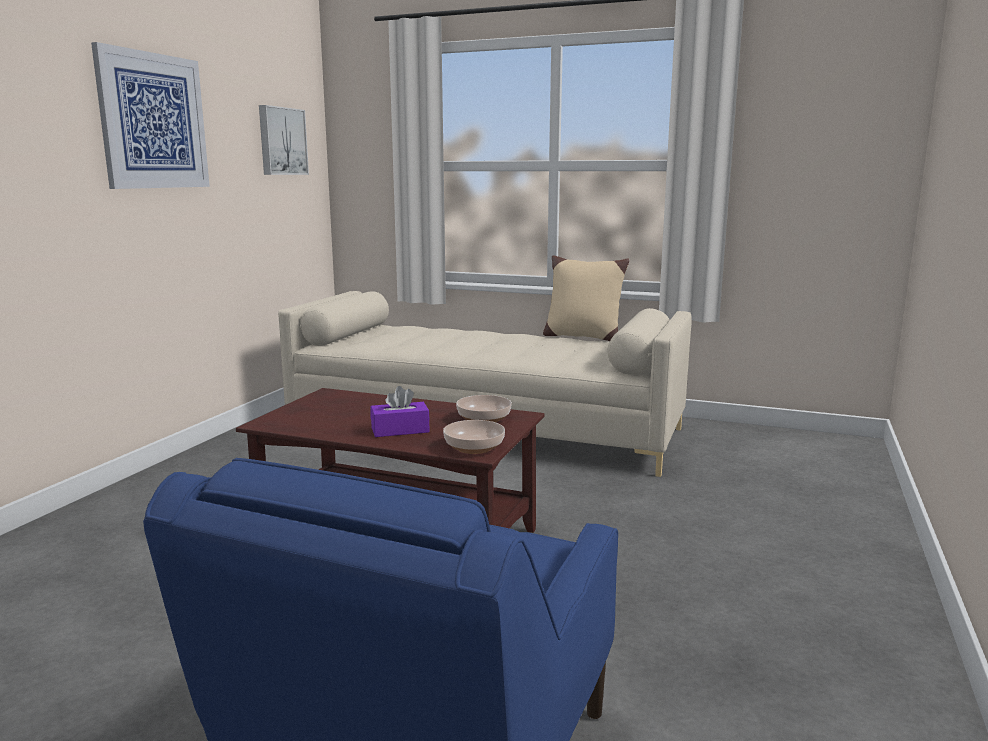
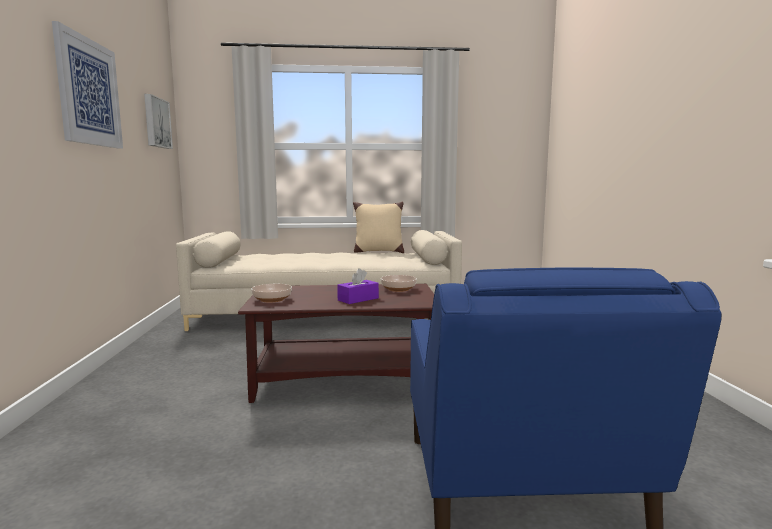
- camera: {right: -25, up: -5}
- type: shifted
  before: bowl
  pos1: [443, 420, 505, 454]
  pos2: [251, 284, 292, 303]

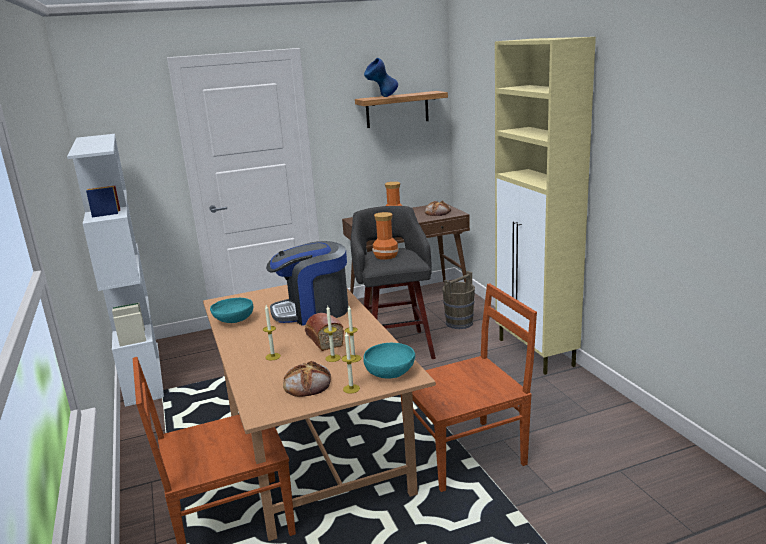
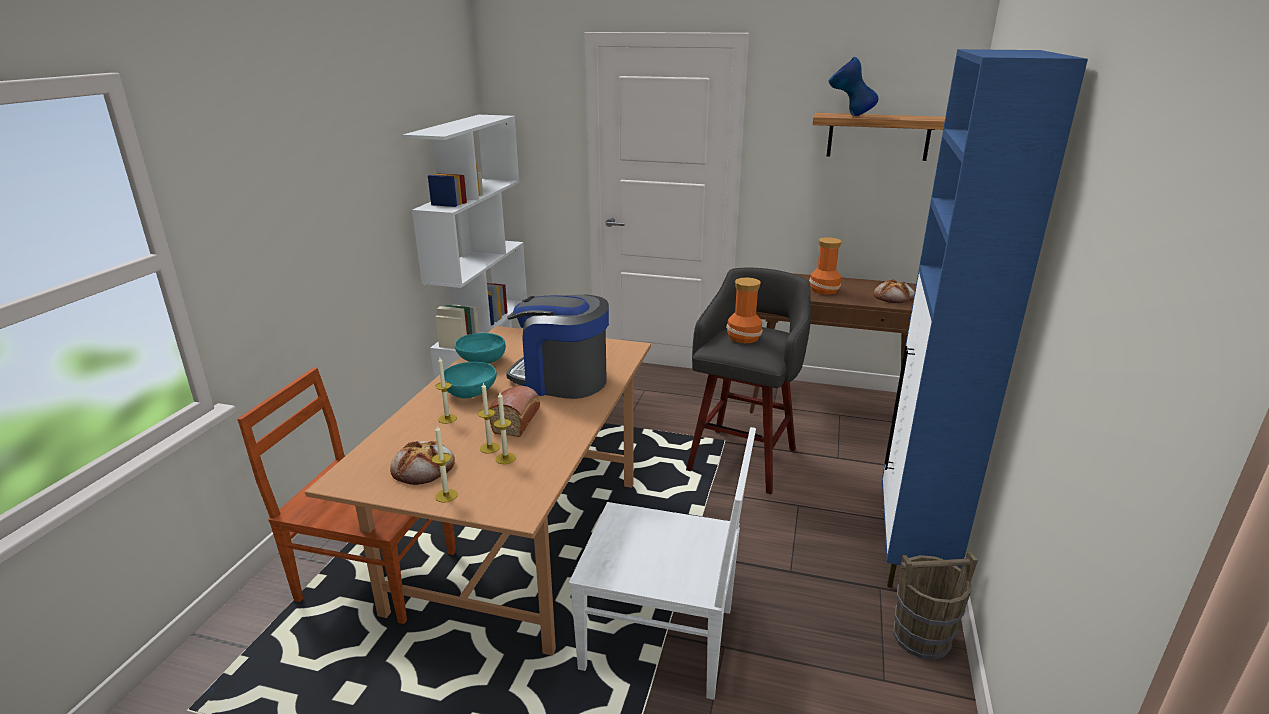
- camera: {right: 35, up: 5}
- type: shifted
  before: turquoise bowl
  pos1: [363, 343, 415, 378]
  pos2: [444, 362, 497, 399]
- type: shifted
  before: brown bucket
  pos1: [442, 271, 475, 329]
  pos2: [893, 551, 978, 660]
- type: repainted
  before: brown chair
  after: white chair
  pos1: [401, 283, 537, 492]
  pos2: [569, 427, 756, 700]
- type: repainted
  before: beige cabinet
  after: blue cabinet
  pos1: [495, 37, 596, 375]
  pos2: [882, 49, 1088, 588]

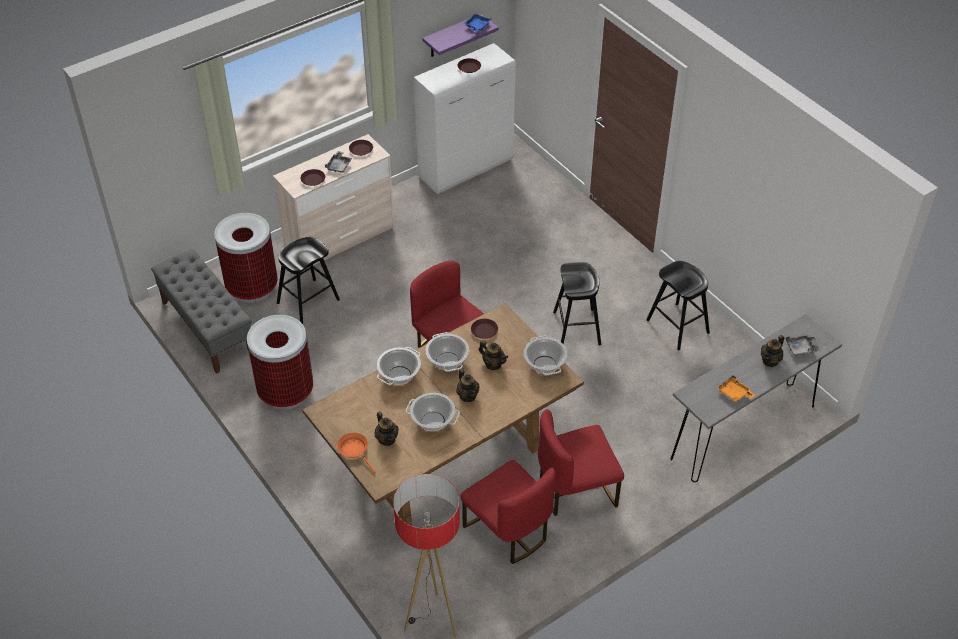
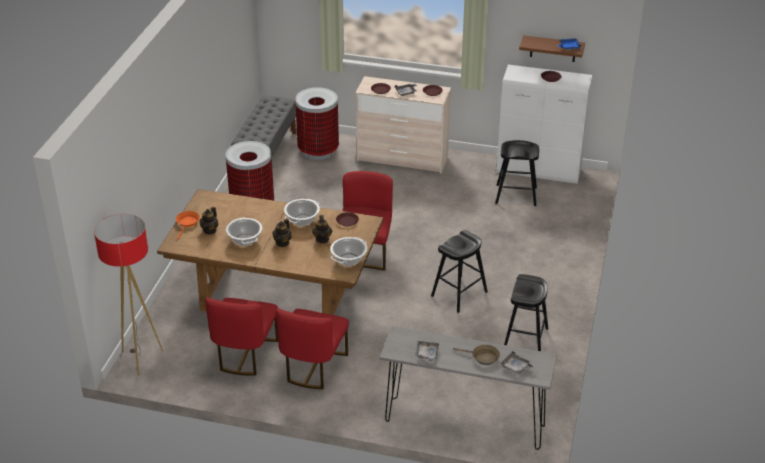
- camera: {right: 50, up: -10}
- type: gone
  before: cooking pot
  pos1: [377, 347, 421, 385]
- type: shifted
  before: black stool
  pos1: [277, 237, 340, 324]
  pos2: [495, 140, 539, 206]
- type: swapped
  before: teapot
  after: brown frying pan
  pos1: [761, 335, 784, 367]
  pos2: [453, 345, 500, 365]
- type: repainted
  before: purple shelf
  after: brown shelf
  pos1: [422, 14, 499, 57]
  pos2: [519, 35, 585, 62]
- type: repainted
  before: orange tray
  after: grey tray
  pos1: [717, 375, 755, 402]
  pos2: [415, 341, 439, 362]
- type: rotated
  before: red chair
  pos1: [538, 409, 624, 516]
  pos2: [276, 308, 349, 389]
  turn: -105

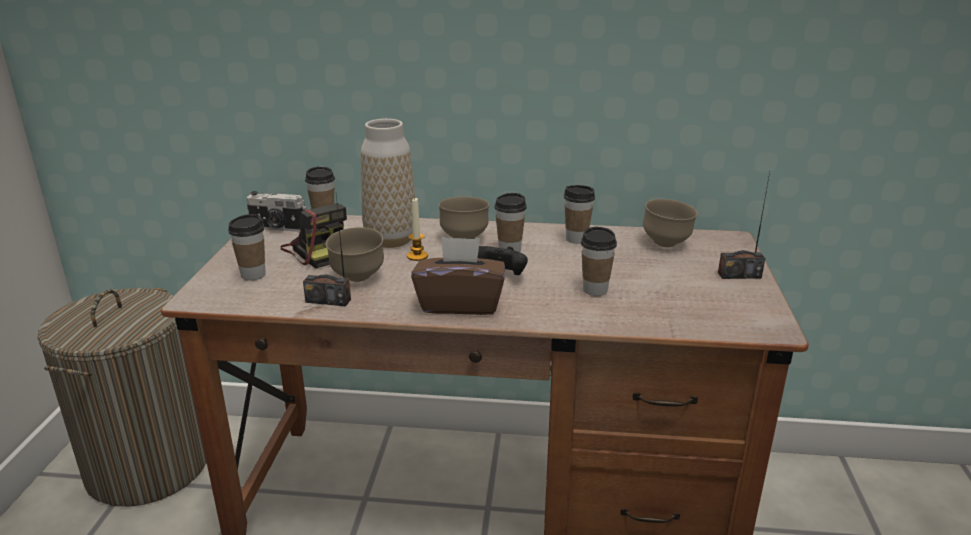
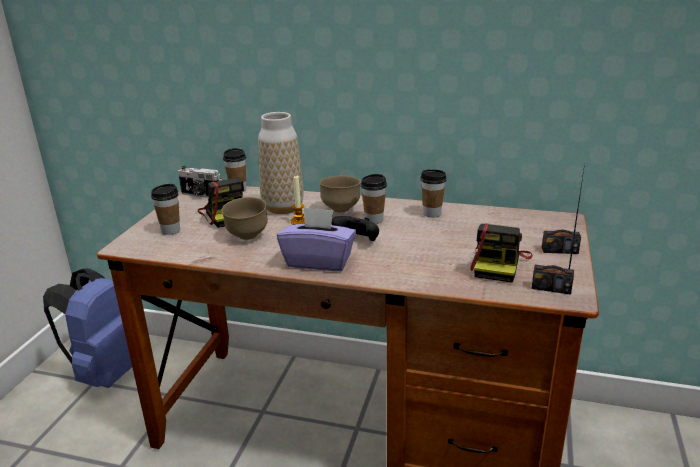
- camera: {right: 10, up: 0}
- type: gone
  before: cup
  pos1: [581, 227, 617, 296]
- type: gone
  before: brown bowl
  pos1: [643, 199, 698, 247]
- type: new
  after: photo camera
  pos2: [470, 223, 533, 283]
- type: shifted
  before: radio
  pos1: [303, 196, 351, 306]
  pos2: [532, 199, 580, 295]
- type: swapped
  before: laundry basket
  after: blue backpack
  pos1: [37, 288, 207, 507]
  pos2: [43, 268, 132, 388]
- type: repainted
  before: brown tissue box
  after: purple tissue box
  pos1: [411, 237, 505, 315]
  pos2: [277, 207, 356, 271]

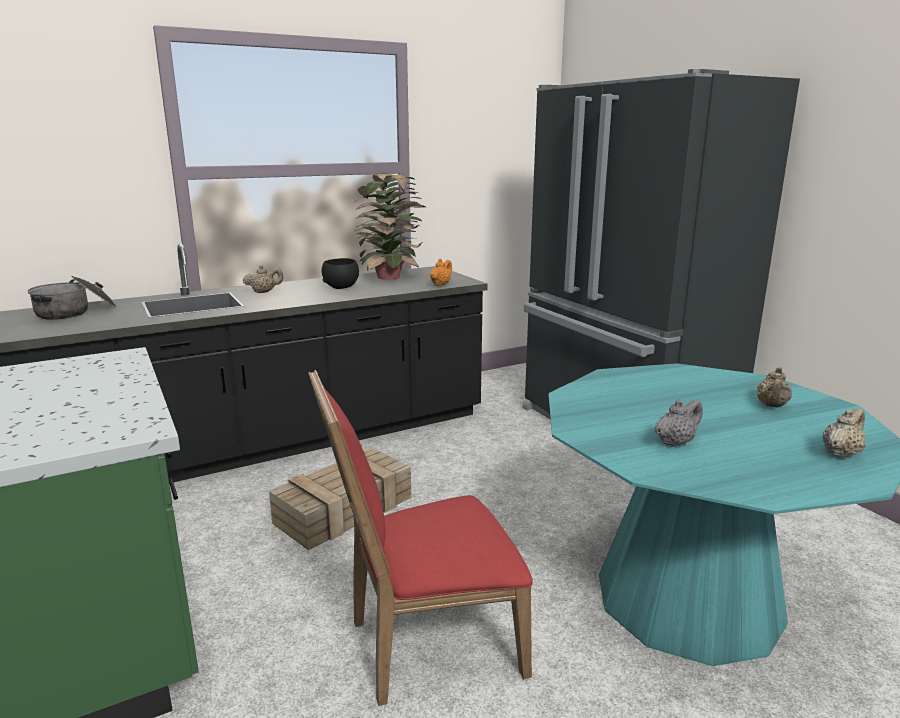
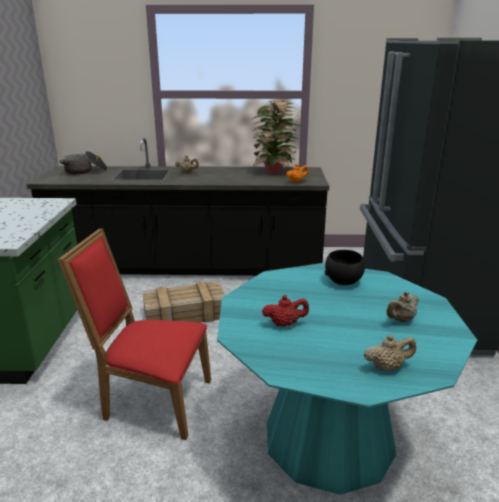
- camera: {right: 30, up: 5}
- type: shifted
  before: black bowl
  pos1: [321, 258, 359, 289]
  pos2: [325, 250, 365, 285]
- type: repainted
  before: grey teapot
  after: red teapot
  pos1: [654, 399, 702, 447]
  pos2: [262, 295, 309, 327]

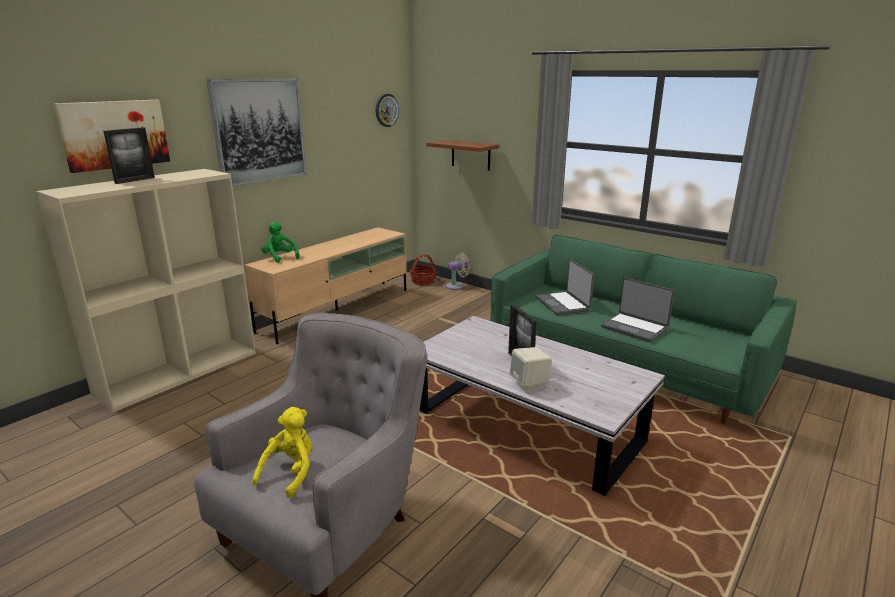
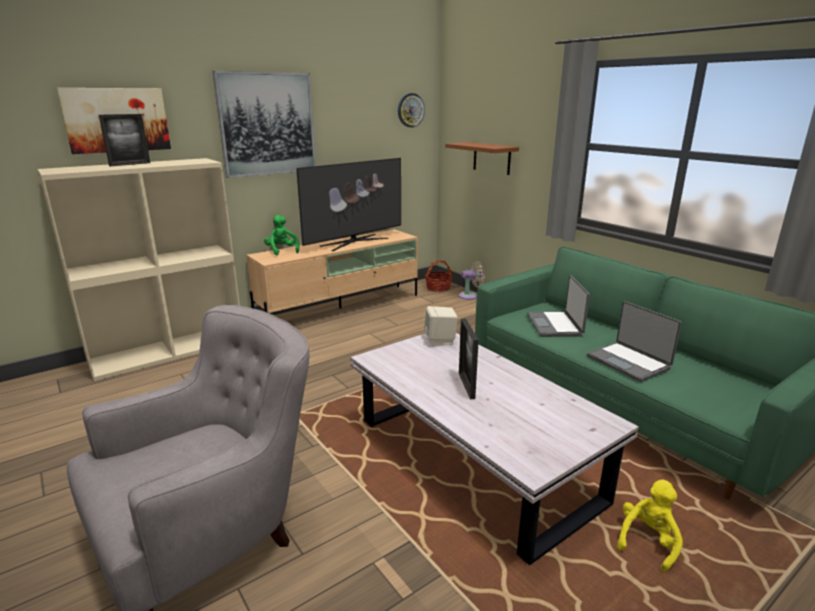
- camera: {right: 15, up: 0}
- type: new
  after: television
  pos2: [296, 158, 401, 251]
- type: shifted
  before: yellow plush toy
  pos1: [252, 407, 312, 498]
  pos2: [617, 480, 683, 572]
- type: shifted
  before: beige speaker
  pos1: [509, 347, 552, 393]
  pos2: [424, 306, 458, 346]

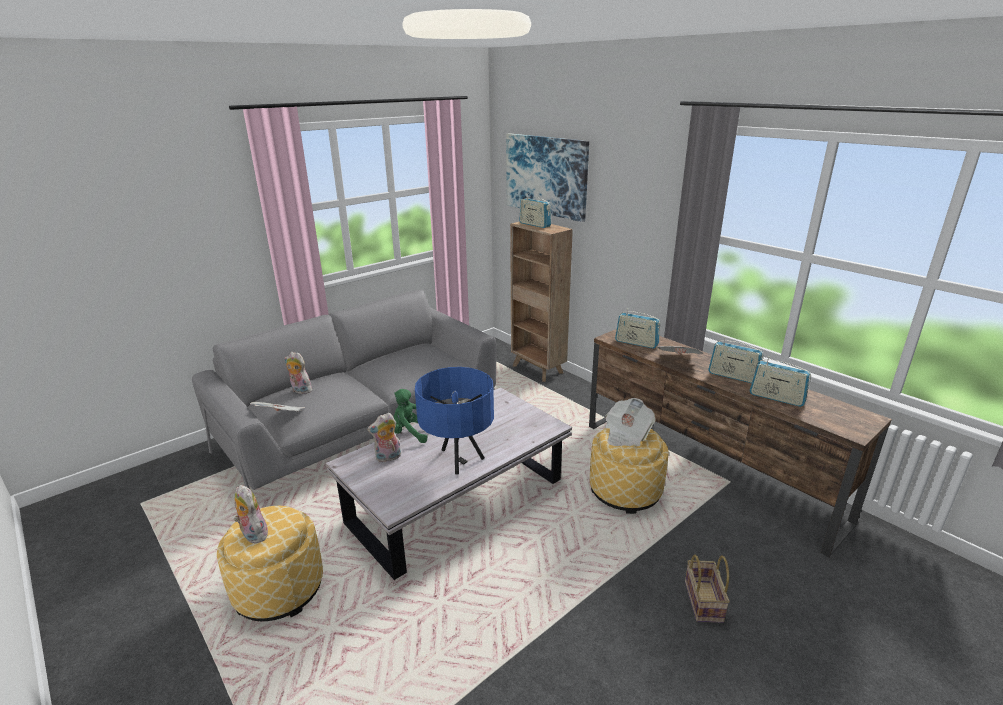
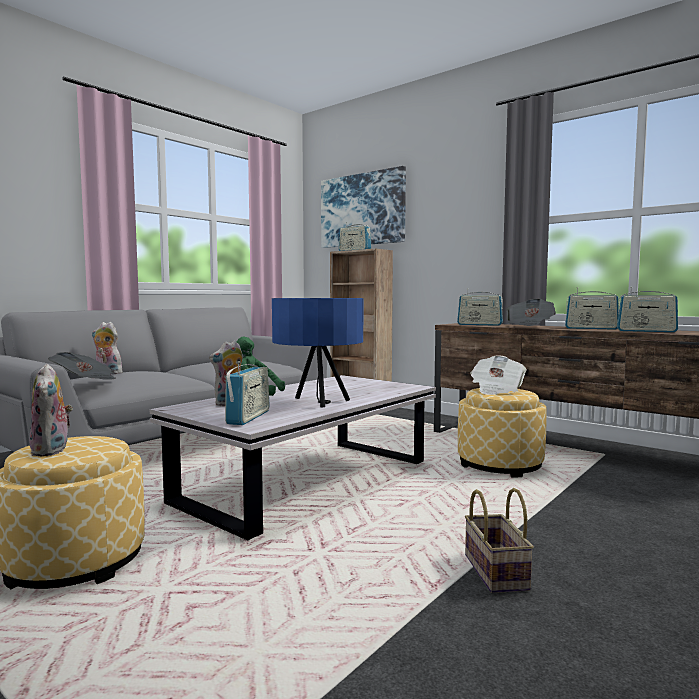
- camera: {right: -10, up: -20}
- type: new
  after: radio
  pos2: [225, 361, 269, 425]
- type: shifted
  before: basket
  pos1: [685, 555, 730, 623]
  pos2: [465, 488, 534, 593]
- type: rotated
  before: plush toy
  pos1: [234, 485, 268, 543]
  pos2: [30, 364, 73, 456]
  turn: -150

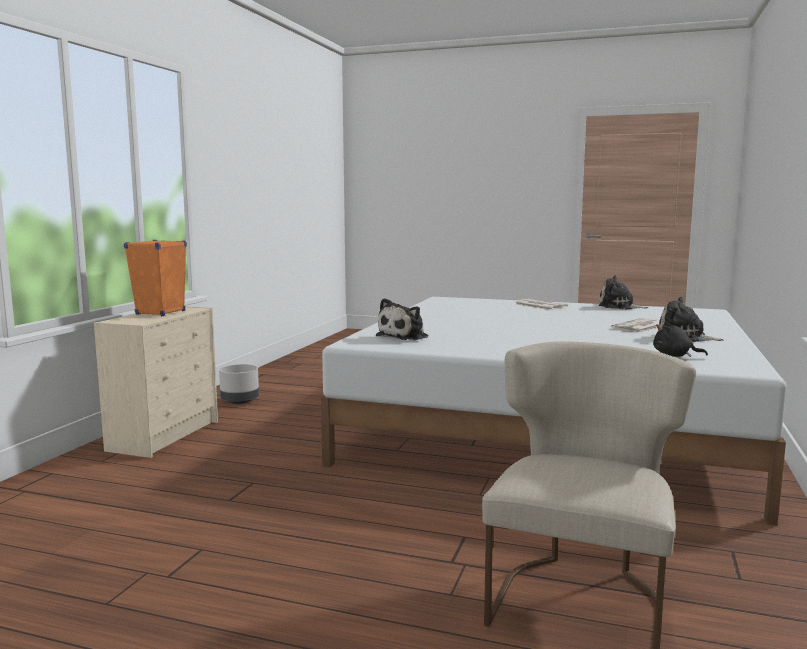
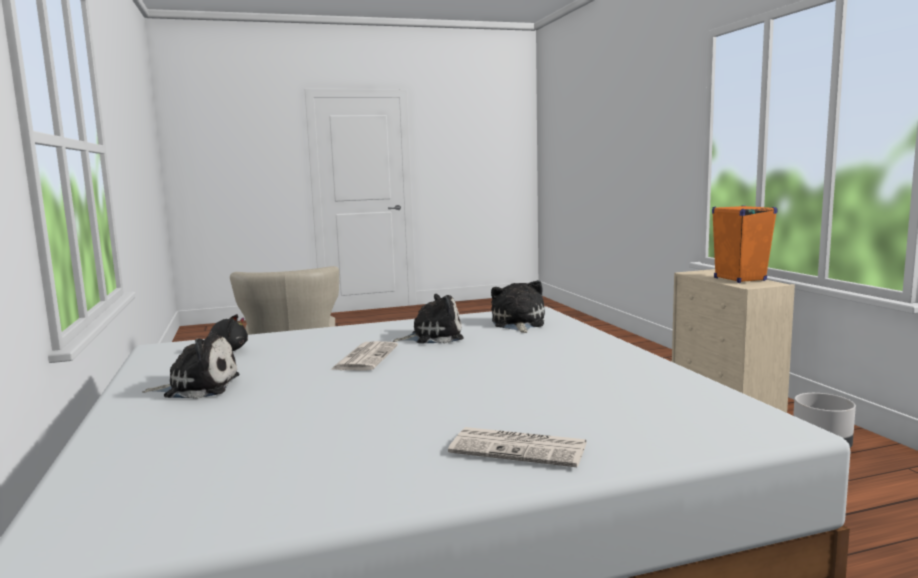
- camera: {right: 145, up: 0}
- type: shifted
  before: plush toy
  pos1: [599, 276, 648, 309]
  pos2: [393, 294, 464, 343]
- type: shifted
  before: newspaper
  pos1: [611, 318, 660, 333]
  pos2: [331, 341, 398, 371]

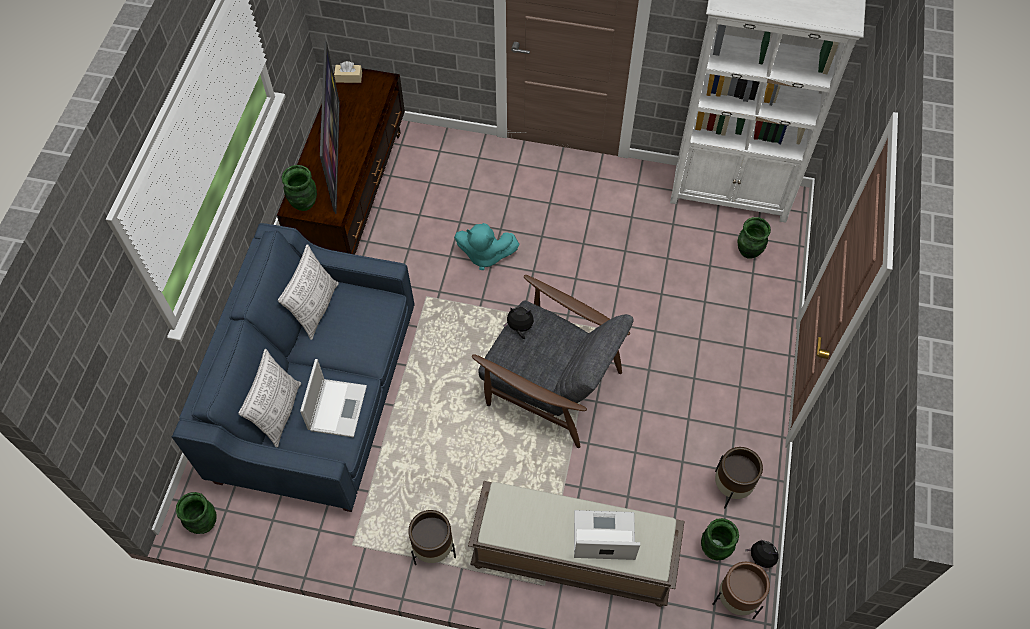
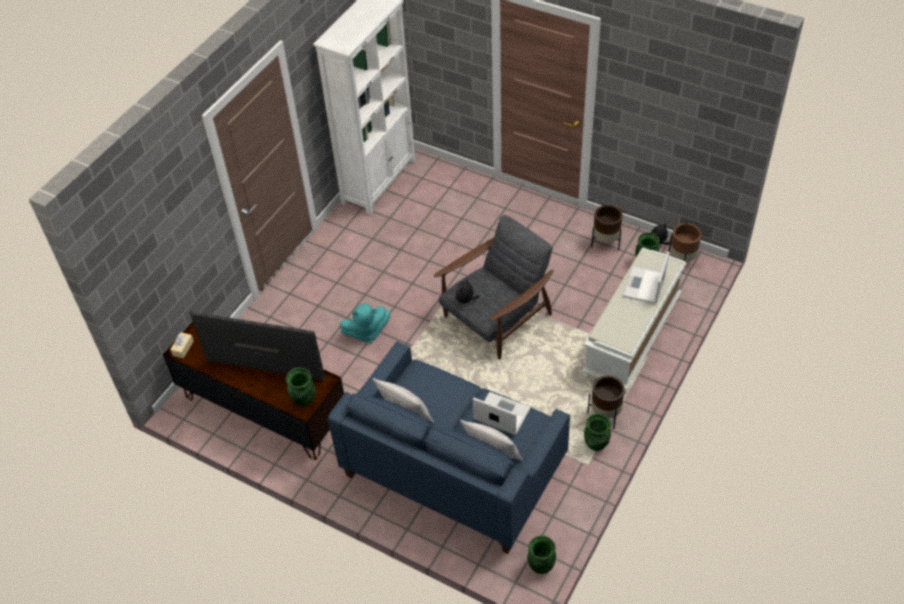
- camera: {right: -70, up: -10}
- type: shifted
  before: green vase
  pos1: [738, 217, 771, 259]
  pos2: [584, 414, 611, 451]
- type: repainted
  before: brown bench
  after: white bench
  pos1: [468, 481, 685, 607]
  pos2: [582, 247, 687, 393]
- type: rotated
  before: turquoise plush toy
  pos1: [454, 223, 519, 270]
  pos2: [340, 304, 391, 344]
  turn: 45

